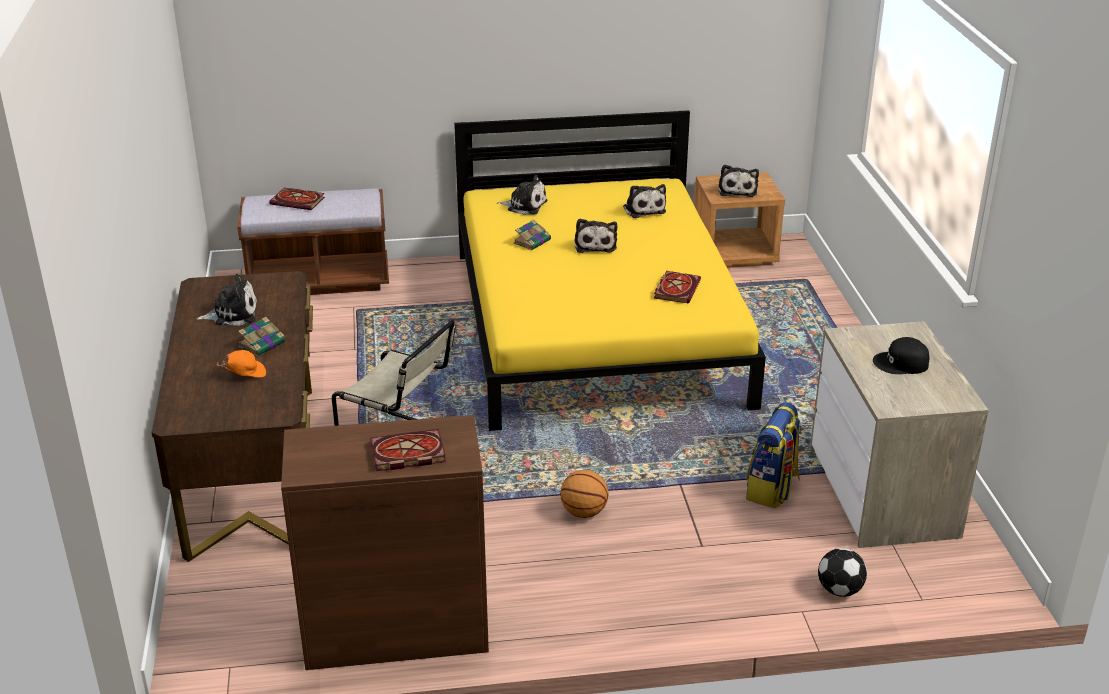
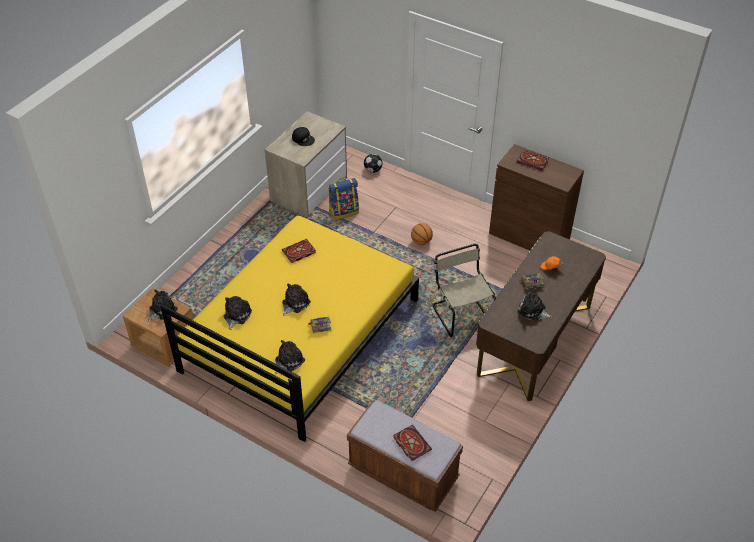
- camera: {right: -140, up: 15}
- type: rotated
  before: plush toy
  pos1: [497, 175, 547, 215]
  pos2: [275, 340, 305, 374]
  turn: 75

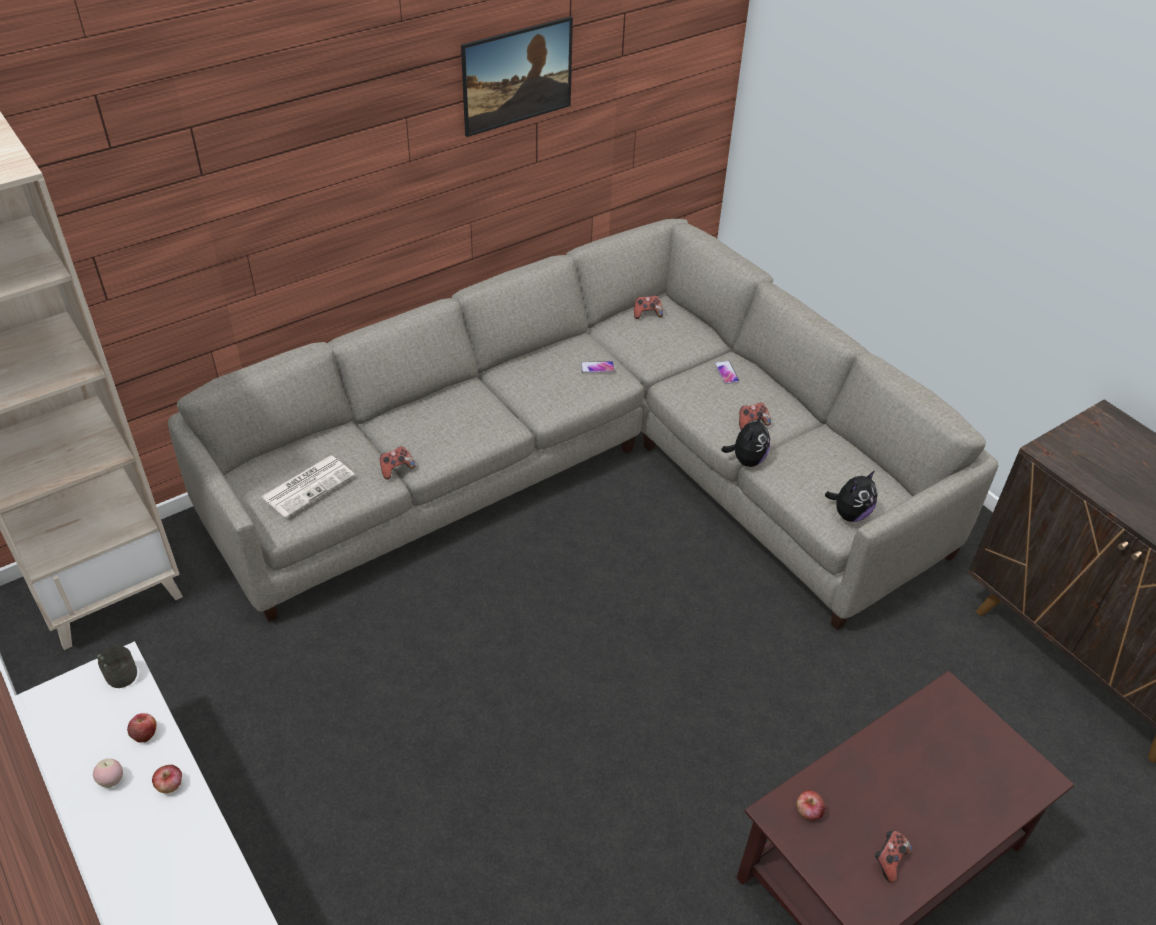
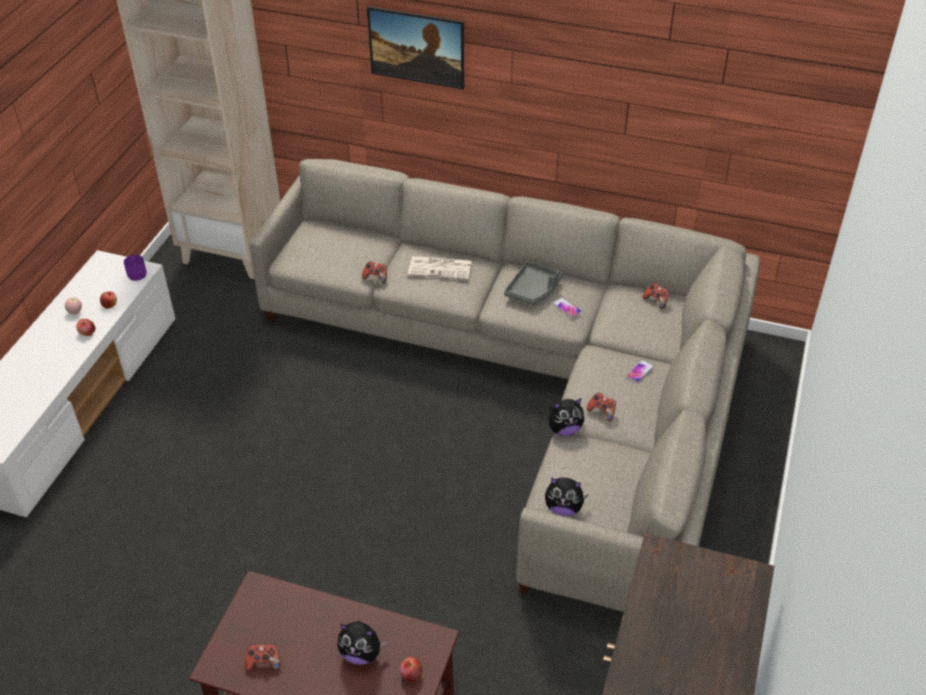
- camera: {right: 55, up: 0}
- type: new
  after: plush toy
  pos2: [337, 621, 387, 665]
- type: new
  after: grey tray
  pos2: [504, 261, 562, 305]
- type: shifted
  before: newspaper
  pos1: [261, 456, 355, 518]
  pos2: [408, 256, 472, 280]
- type: shifted
  before: picture
  pos1: [461, 16, 573, 137]
  pos2: [367, 6, 464, 89]
- type: shifted
  before: apple
  pos1: [797, 790, 826, 821]
  pos2: [400, 657, 422, 682]
- type: repainted
  before: grey mug
  after: purple mug
  pos1: [97, 646, 137, 688]
  pos2: [124, 255, 146, 281]

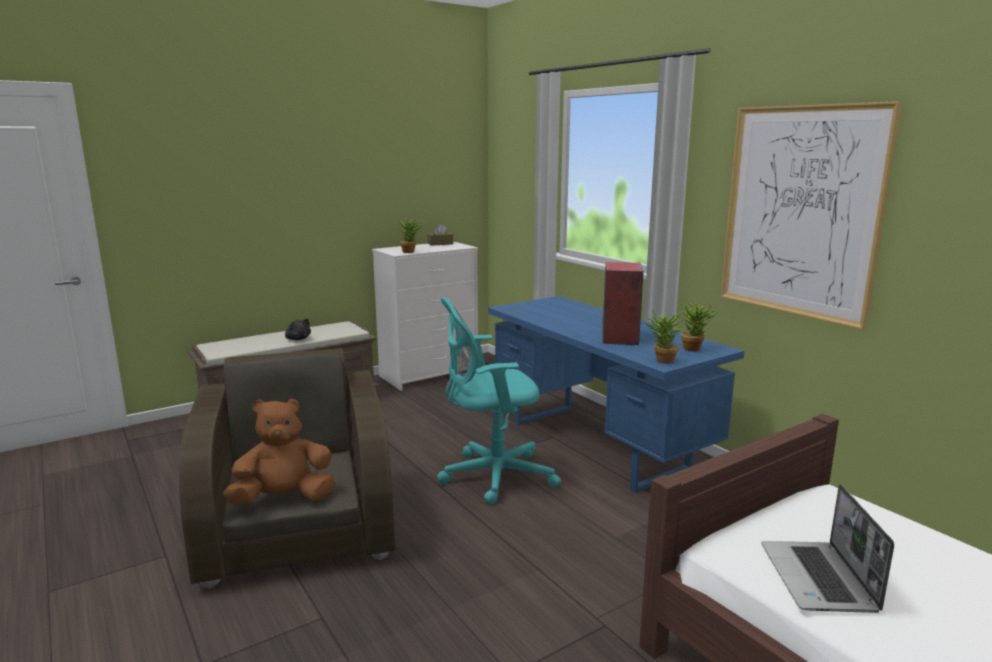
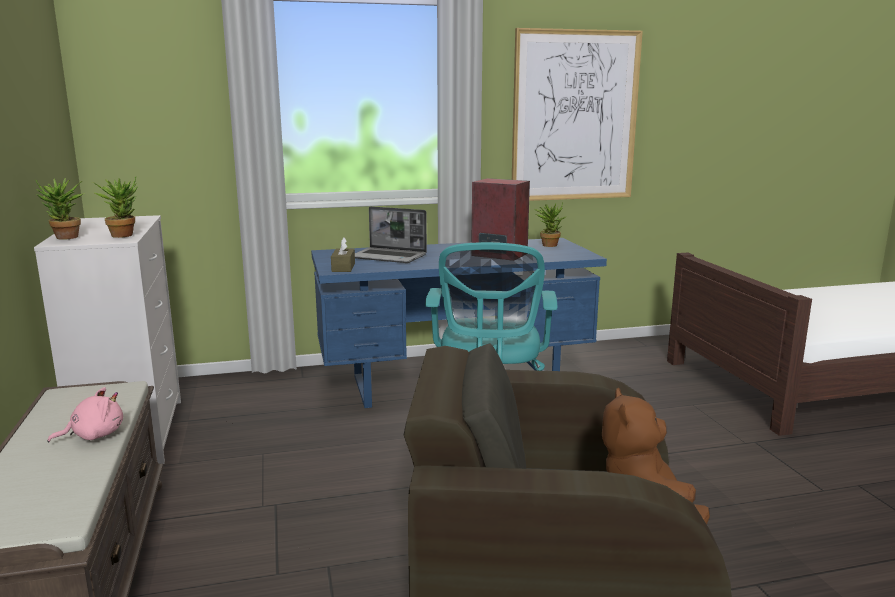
- camera: {right: -70, up: 0}
- type: shifted
  before: brown tissue box
  pos1: [427, 224, 453, 246]
  pos2: [331, 237, 355, 272]
- type: shifted
  before: potted plant
  pos1: [645, 310, 686, 364]
  pos2: [36, 178, 85, 240]
- type: shifted
  before: laptop
  pos1: [761, 484, 894, 613]
  pos2: [355, 206, 427, 263]
- type: repainted
  before: black plush toy
  after: pink plush toy
  pos1: [285, 319, 311, 340]
  pos2: [47, 387, 123, 442]

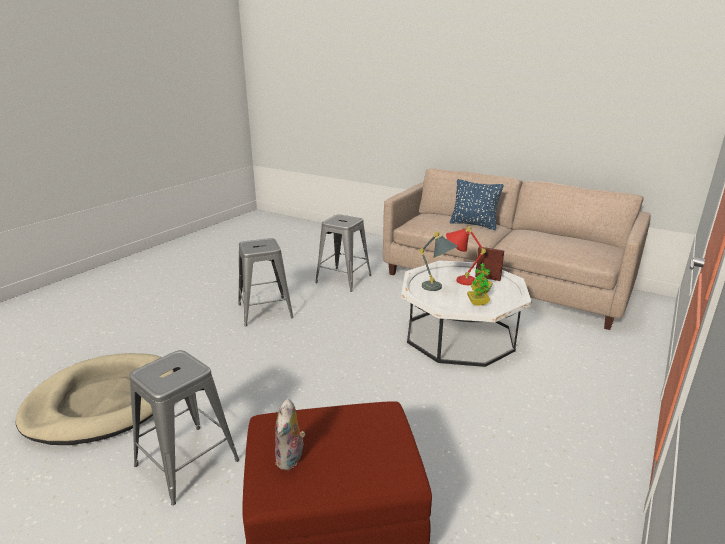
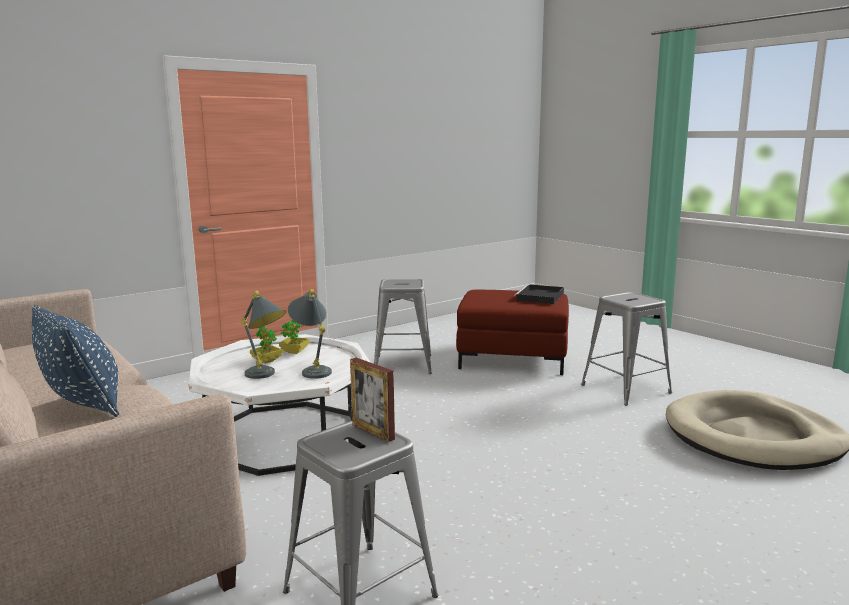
- camera: {right: -160, up: -10}
- type: shifted
  before: grey stool
  pos1: [238, 238, 294, 326]
  pos2: [374, 279, 432, 374]
- type: shifted
  before: picture frame
  pos1: [475, 247, 504, 281]
  pos2: [350, 358, 395, 442]
- type: swapped
  before: plush toy
  after: black tray
  pos1: [275, 399, 305, 470]
  pos2: [514, 284, 564, 304]
- type: repainted
  before: red table lamp
  after: grey table lamp
  pos1: [446, 226, 486, 285]
  pos2: [241, 291, 286, 379]

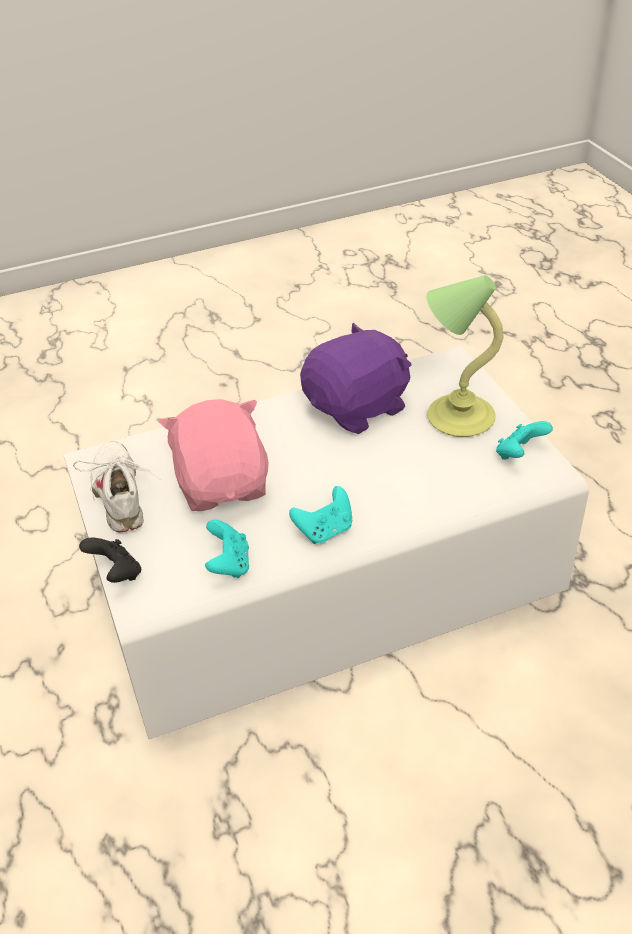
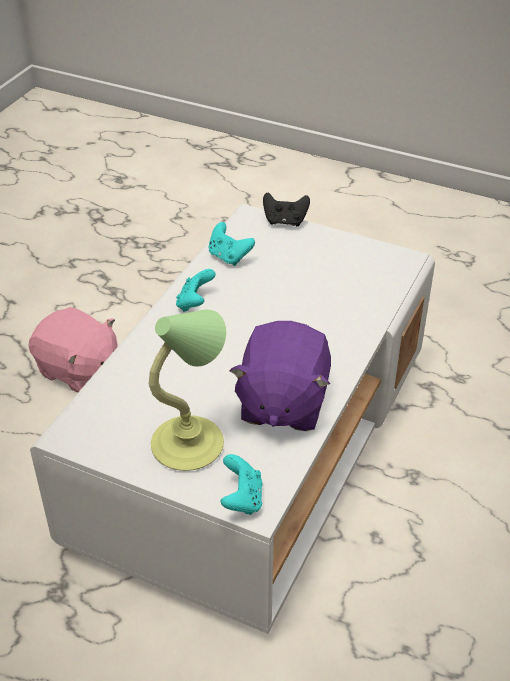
- camera: {right: 135, up: 0}
- type: gone
  before: white shoe
  pos1: [73, 441, 161, 532]
- type: shifted
  before: pink plush toy
  pos1: [159, 399, 269, 511]
  pos2: [29, 307, 118, 392]
- type: shifted
  before: turquoise game controller
  pos1: [496, 421, 553, 460]
  pos2: [220, 454, 263, 515]

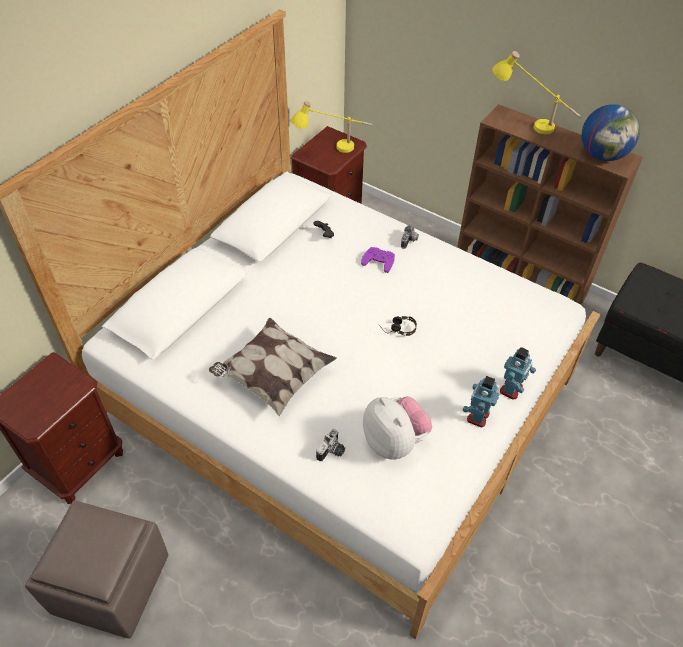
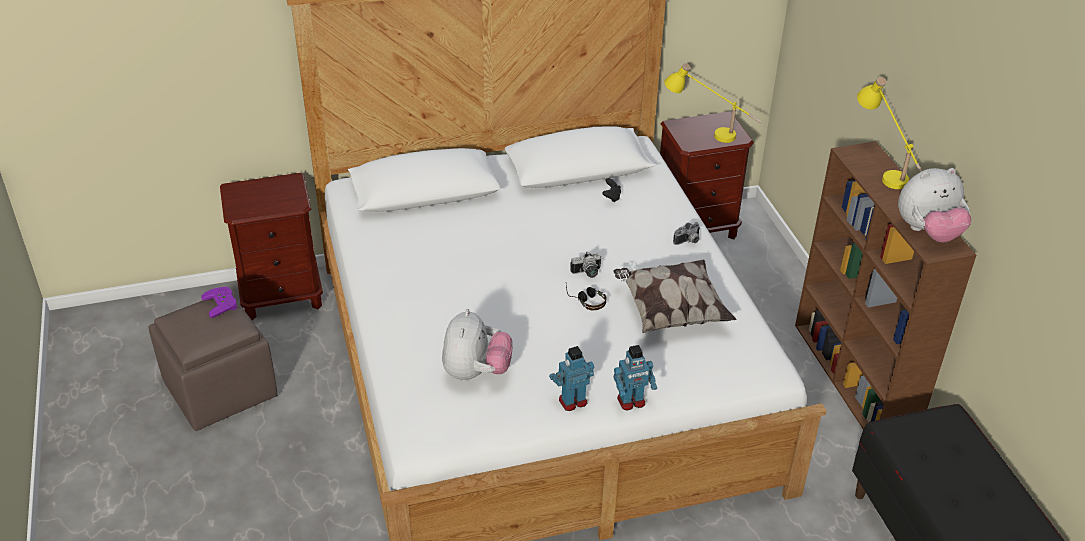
- camera: {right: 40, up: -10}
- type: shifted
  before: pillow
  pos1: [209, 318, 336, 416]
  pos2: [613, 260, 737, 333]
- type: shifted
  before: photo camera
  pos1: [316, 429, 345, 461]
  pos2: [570, 251, 601, 278]
- type: shifted
  before: purple game controller
  pos1: [361, 247, 395, 273]
  pos2: [201, 287, 237, 318]
- type: swapped
  before: globe
  after: plush toy
  pos1: [582, 104, 640, 161]
  pos2: [898, 168, 971, 242]

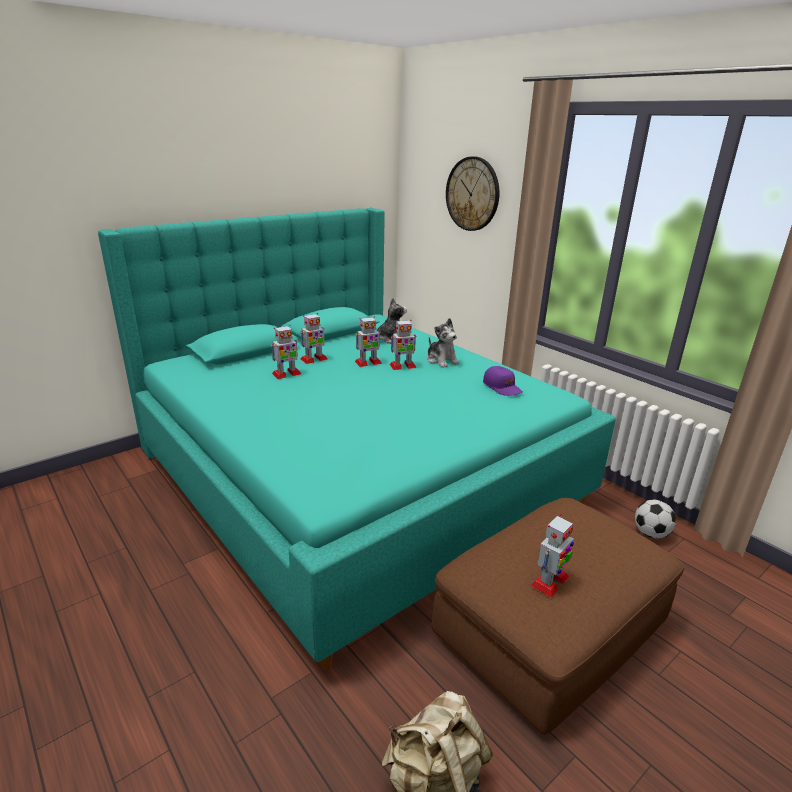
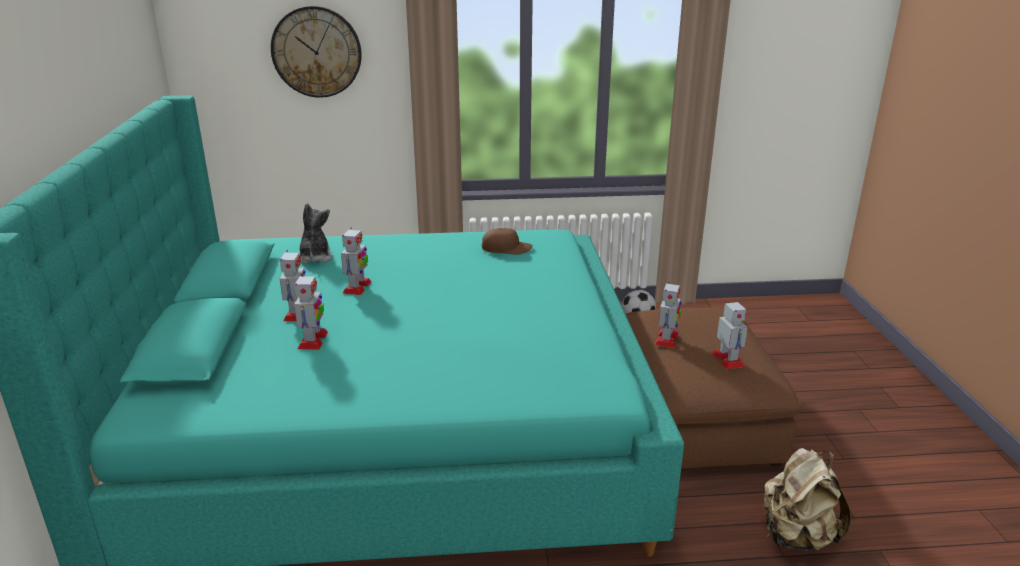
- camera: {right: -55, up: 0}
- type: gone
  before: plush toy
  pos1: [427, 318, 459, 368]
- type: shifted
  before: toy robot
  pos1: [390, 320, 417, 370]
  pos2: [655, 281, 682, 348]
- type: repainted
  before: purple cap
  after: brown cap
  pos1: [483, 366, 523, 396]
  pos2: [482, 228, 532, 255]

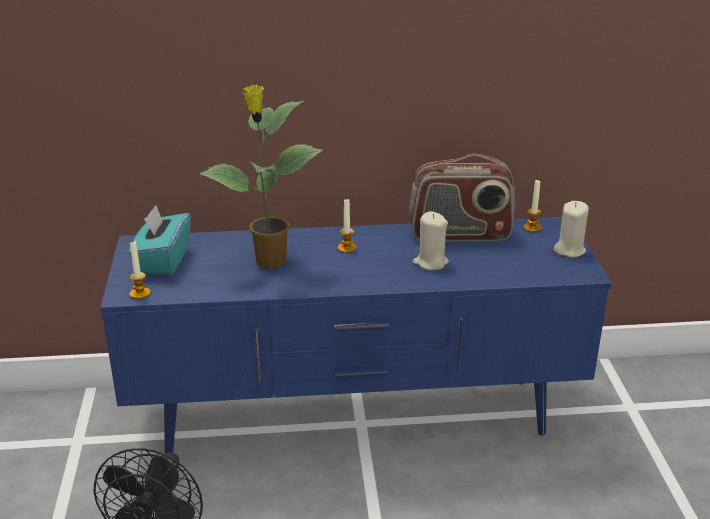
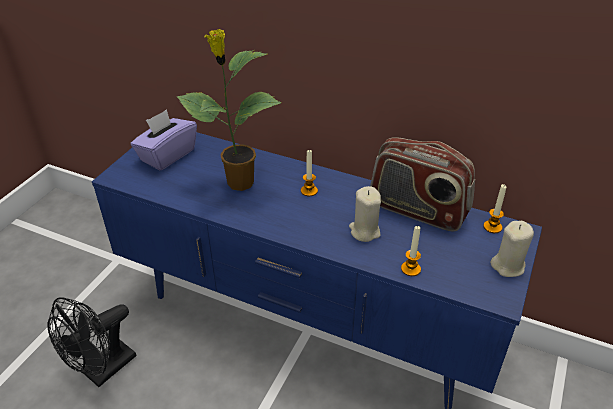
- camera: {right: 30, up: 10}
- type: shifted
  before: candle
  pos1: [130, 242, 150, 299]
  pos2: [401, 226, 421, 276]
- type: repainted
  before: turquoise tissue box
  after: purple tissue box
  pos1: [128, 205, 191, 275]
  pos2: [131, 109, 197, 170]

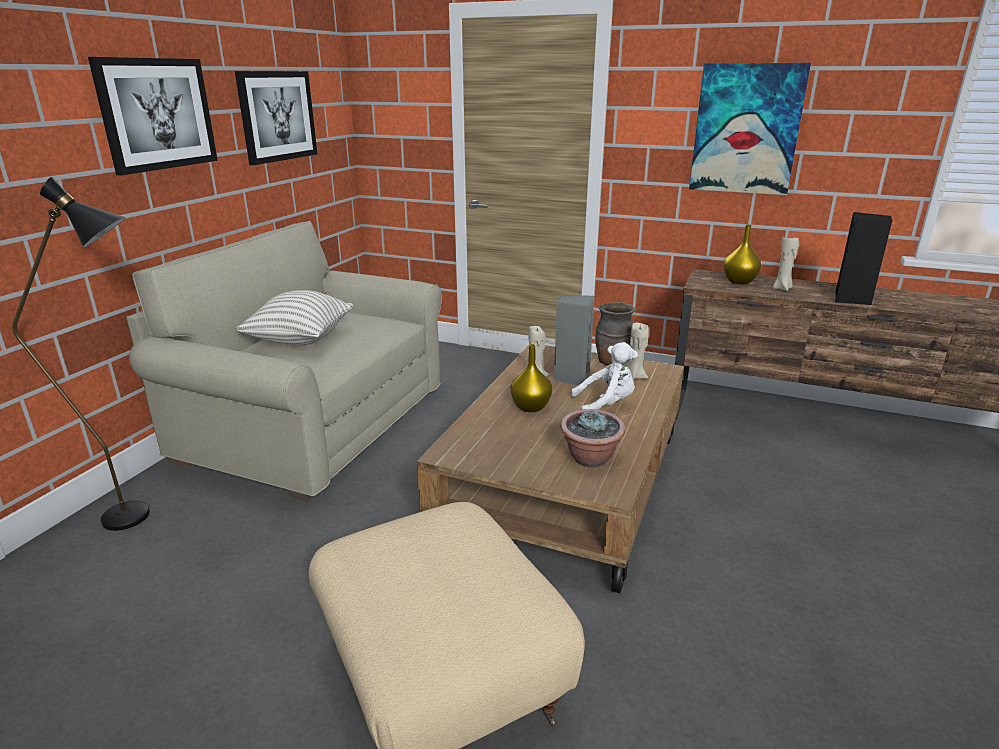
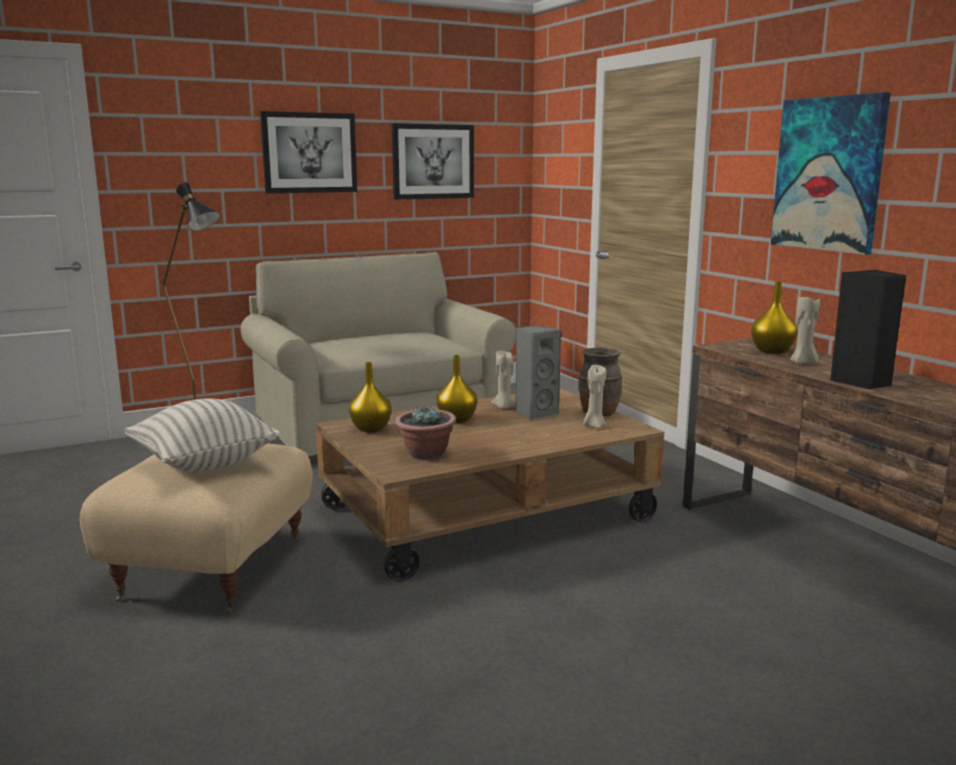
- camera: {right: 40, up: -10}
- type: gone
  before: white plush toy
  pos1: [571, 342, 638, 410]
- type: new
  after: yellow vase
  pos2: [349, 362, 392, 433]
- type: shifted
  before: pillow
  pos1: [235, 290, 354, 345]
  pos2: [124, 399, 281, 472]

